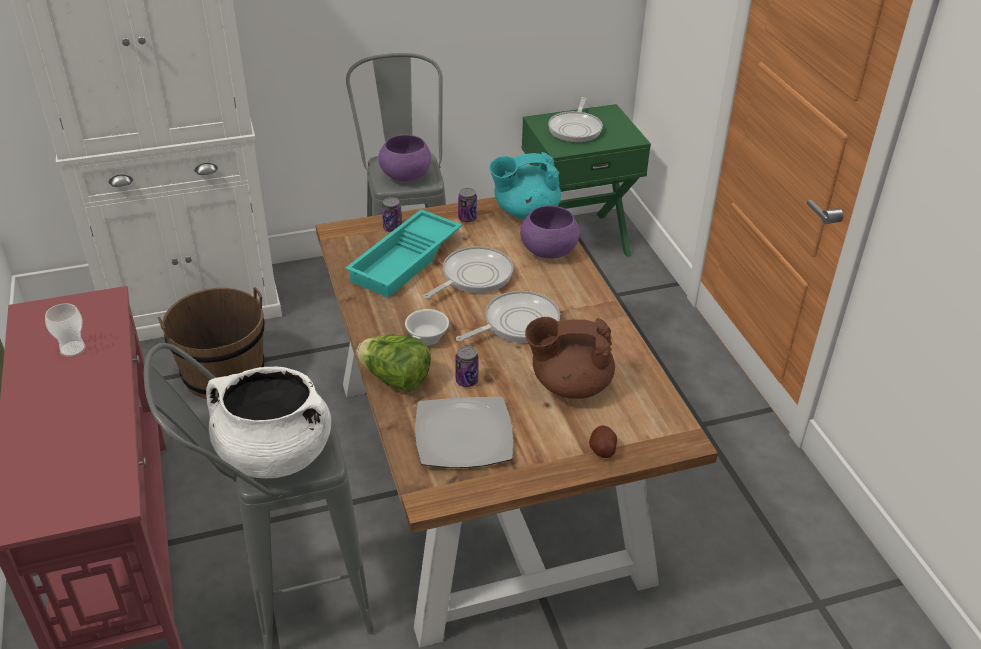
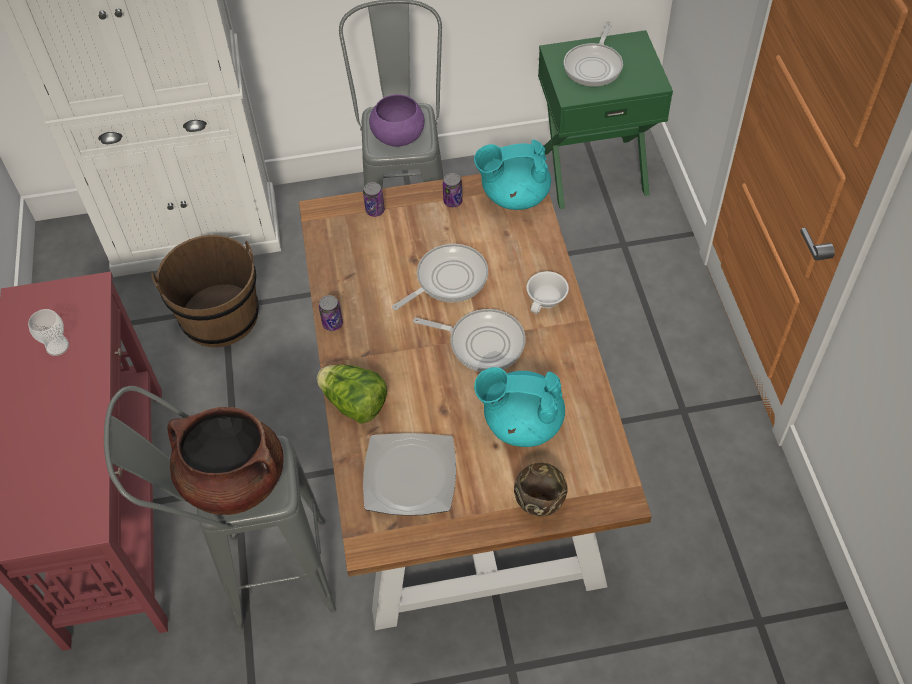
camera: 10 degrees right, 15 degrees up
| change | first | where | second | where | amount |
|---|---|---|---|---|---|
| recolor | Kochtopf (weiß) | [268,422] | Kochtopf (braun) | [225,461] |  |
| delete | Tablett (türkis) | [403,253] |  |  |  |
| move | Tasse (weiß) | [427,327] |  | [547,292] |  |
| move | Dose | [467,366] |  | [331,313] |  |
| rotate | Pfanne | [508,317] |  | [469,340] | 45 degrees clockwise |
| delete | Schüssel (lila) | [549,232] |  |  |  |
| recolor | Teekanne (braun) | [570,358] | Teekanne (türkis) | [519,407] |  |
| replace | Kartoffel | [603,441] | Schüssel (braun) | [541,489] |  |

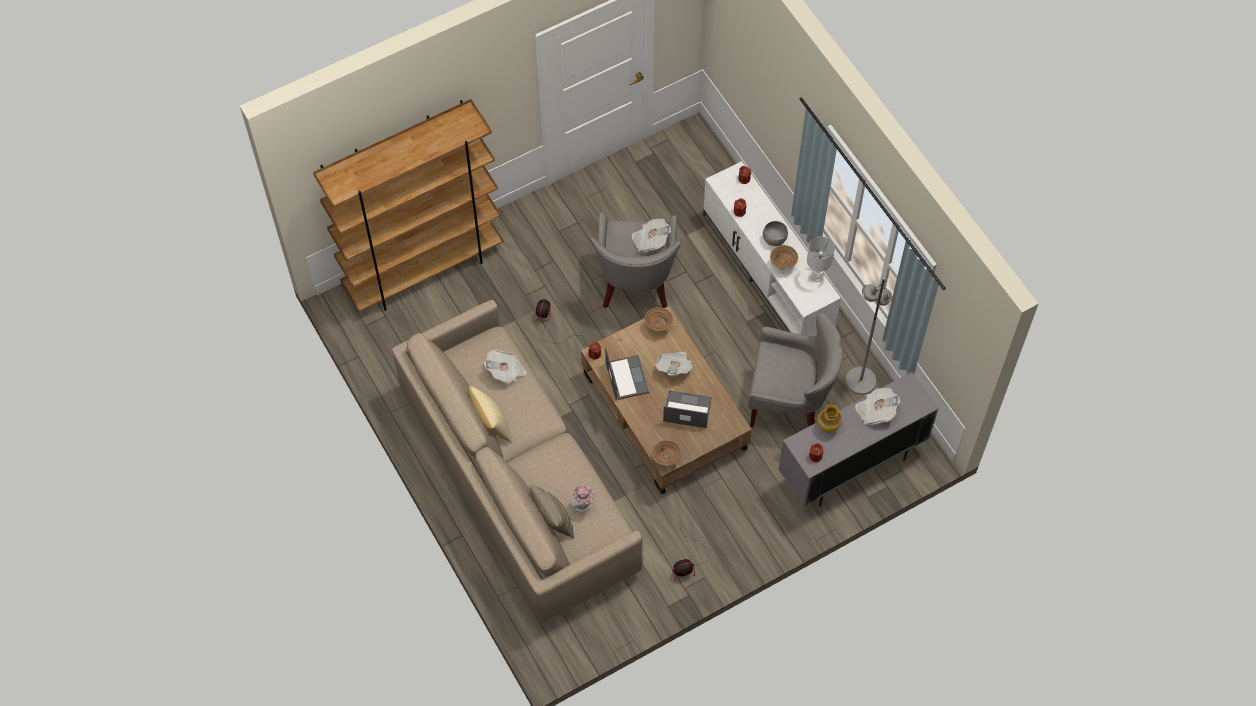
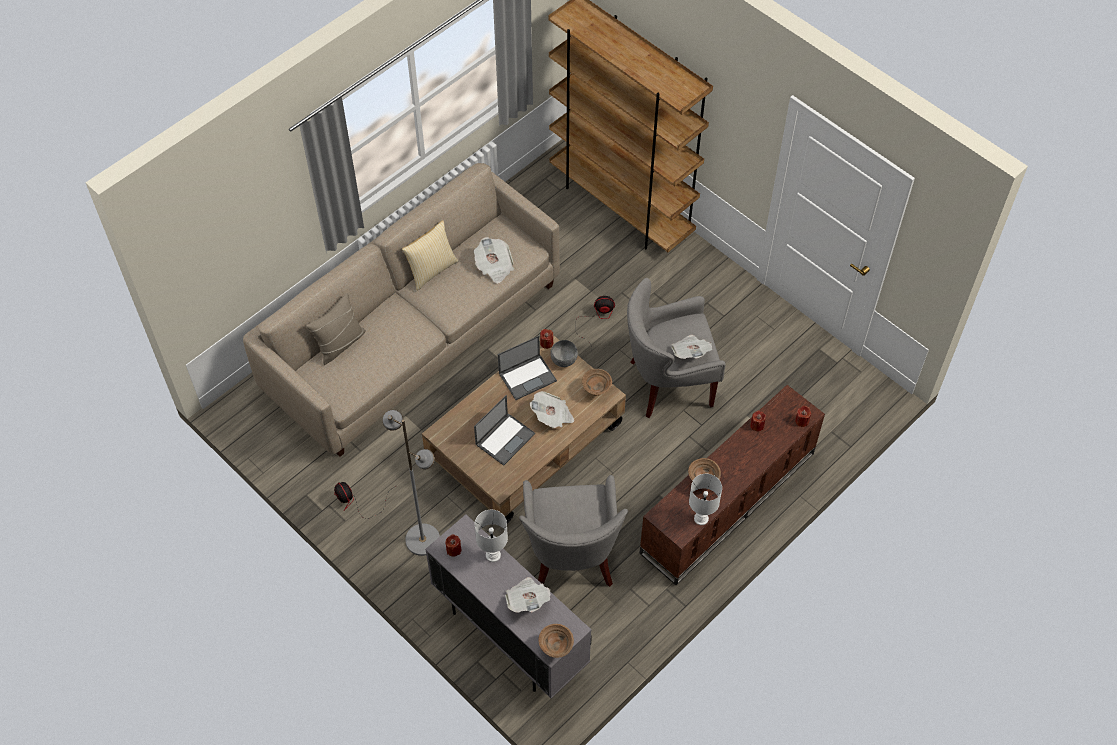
camera: 75 degrees right, 5 degrees down
| change | first | where | second | where | amount |
|---|---|---|---|---|---|
| delete | Hut | [582,499] |  |  |  |
| move | Schüssel (braun) | [666,453] |  | [556,641] |  |
| rotate | Laptop | [687,409] |  | [504,430] | 45 degrees clockwise |
| recolor | Fernsehschrank (weiß) | [772,248] | Fernsehschrank (braun) | [732,485] |  |
| move | Schüssel (grau) | [775,233] |  | [564,353] |  |
| replace | Vase | [830,418] | Tischlampe (weiß) | [491,536] |  |
| move | Stehlampe (grau) | [869,336] |  | [411,483] |  |

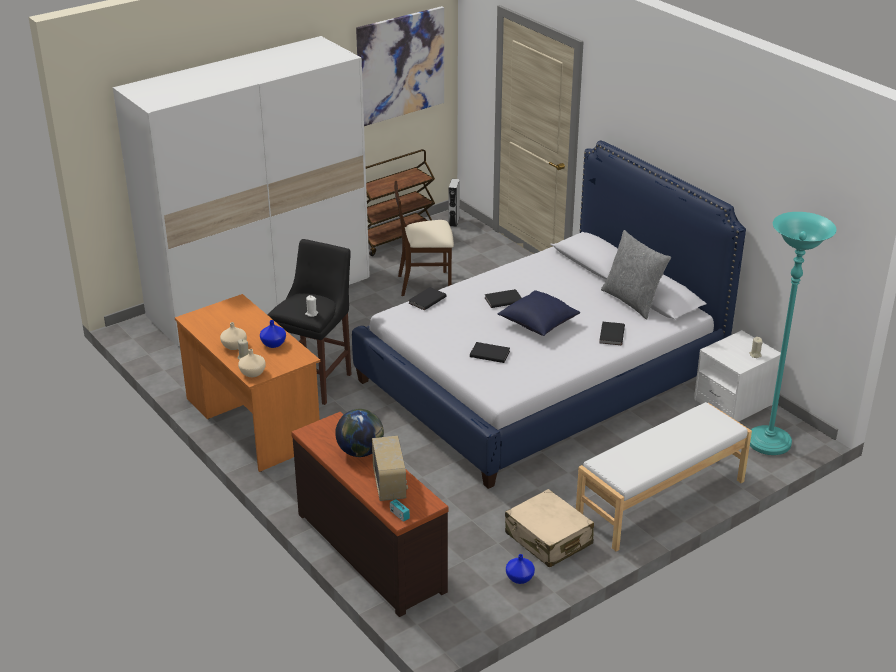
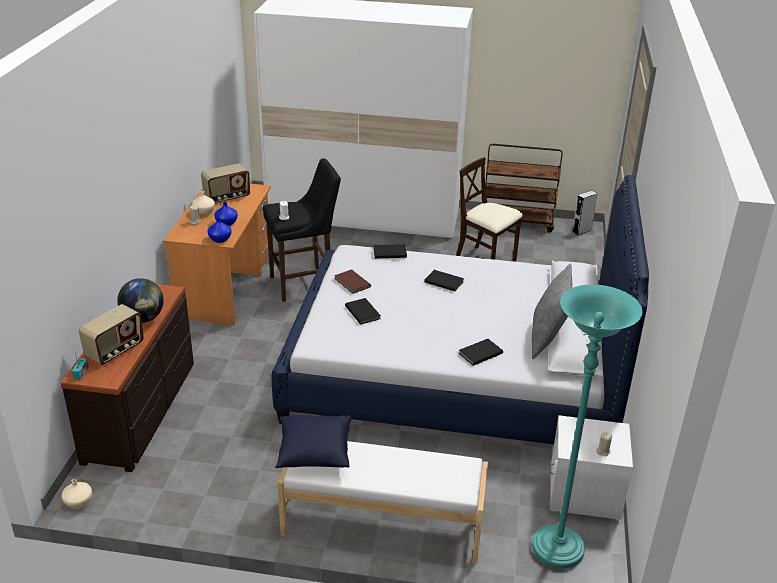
camera: 45 degrees right, 0 degrees up
| change | first | where | second | where | amount |
|---|---|---|---|---|---|
| move | Vase (beige) | [252,363] |  | [77,494] |  |
| delete | Bild | [400,66] |  |  |  |
| move | Kissen (blau) | [539,313] |  | [313,441] |  |
| delete | Koffer (beige) | [549,528] |  |  |  |
| move | Vase (blau) | [520,569] |  | [219,230] |  |
| insert |  |  | Radio | [225,184] |  |
| insert |  |  | Buch (braun) | [352,281] |  |

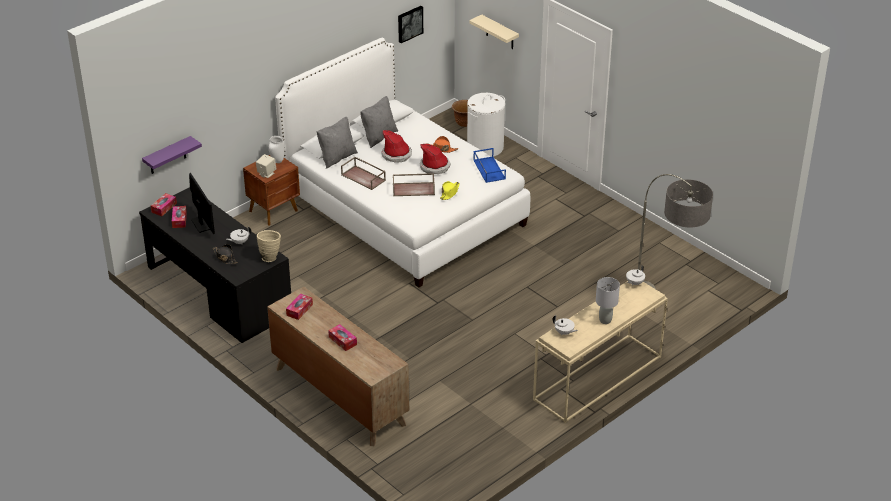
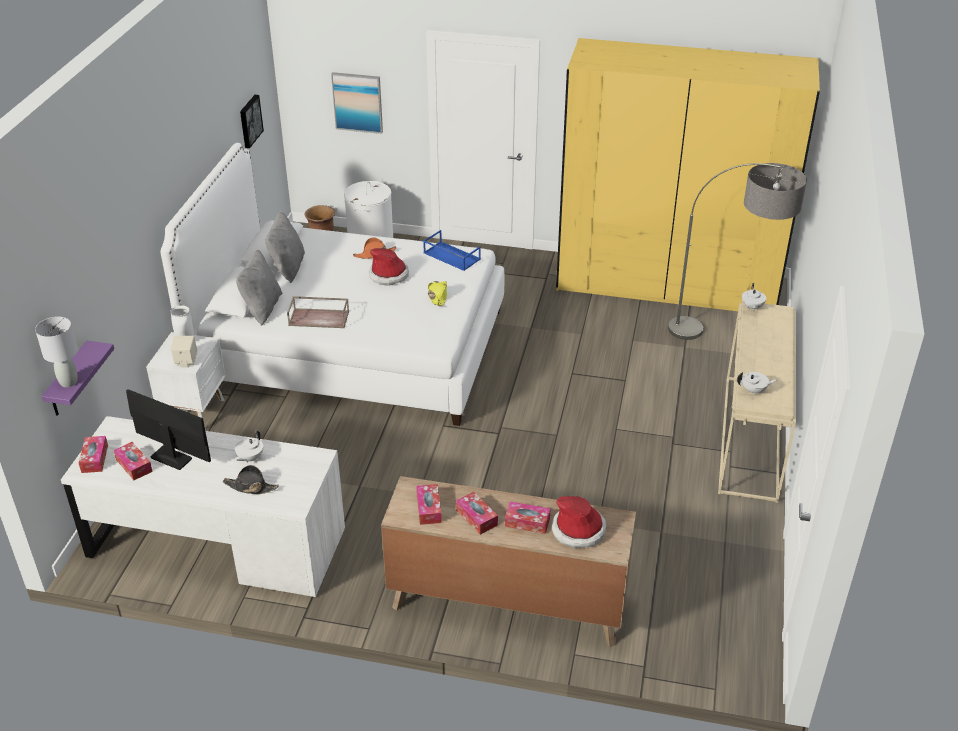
camera: 35 degrees left, 0 degrees up
| change | first | where | second | where | amount |
|---|---|---|---|---|---|
| recolor | Schreibtisch (schwarz) | [215,265] | Schreibtisch (weiß) | [203,506] |  |
| recolor | Nachttisch (braun) | [271,190] | Nachttisch (weiß) | [185,381] |  |
| delete | Vase (beige) | [269,246] |  |  |  |
| move | Hut | [397,146] |  | [579,522] |  |
| delete | Tablett (braun) | [414,184] |  |  |  |
| replace | Wandregal (beige) | [494,32] | Bild | [357,103] |  |
| move | Tischlampe (grau) | [608,300] |  | [56,352] |  |
| insert |  |  | Taschentuchbox | [477,513] |  |
| insert |  |  | Kleiderschrank (gelb) | [688,174] |  |

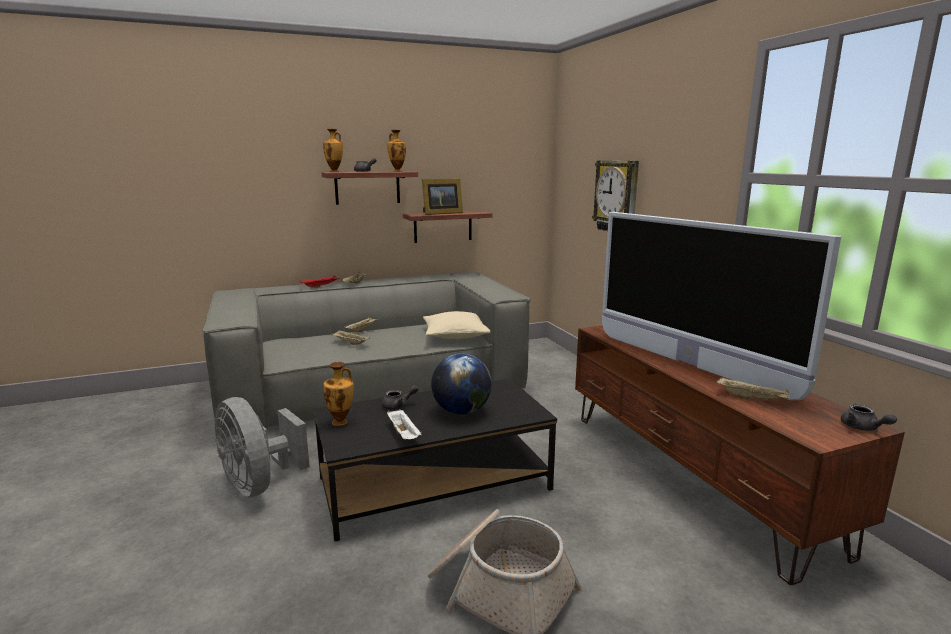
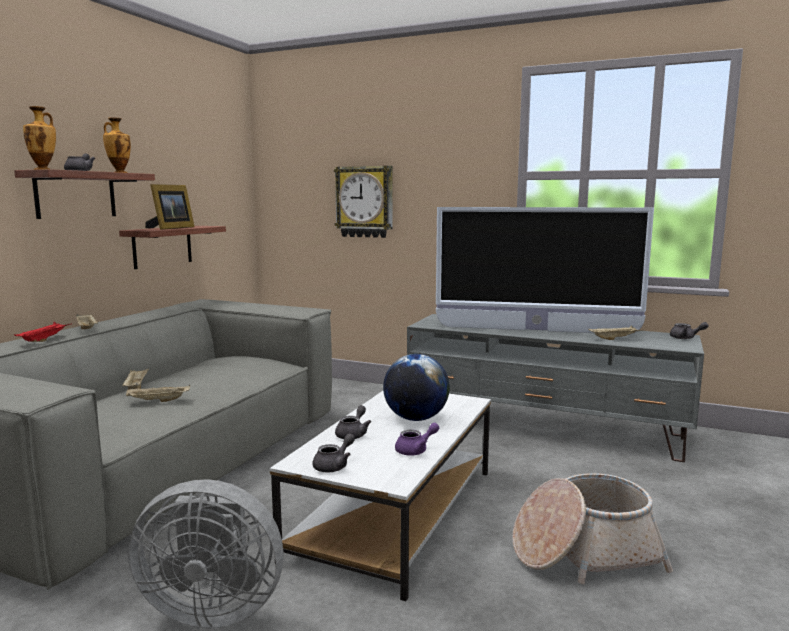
camera: 45 degrees left, 5 degrees down
| change | first | where | second | where | amount |
|---|---|---|---|---|---|
| recolor | Couchtisch (schwarz) | [435,459] | Couchtisch (weiß) | [380,496] |  |
| replace | Vase | [338,394] | Teekanne (grau) | [333,452] |  |
| replace | Tablett (weiß) | [404,424] | Teekanne (lila) | [417,439] |  |
| delete | Kissen (beige) | [456,325] |  |  |  |
| recolor | Fernsehschrank (braun) | [740,455] | Fernsehschrank (grau) | [555,388] |  |

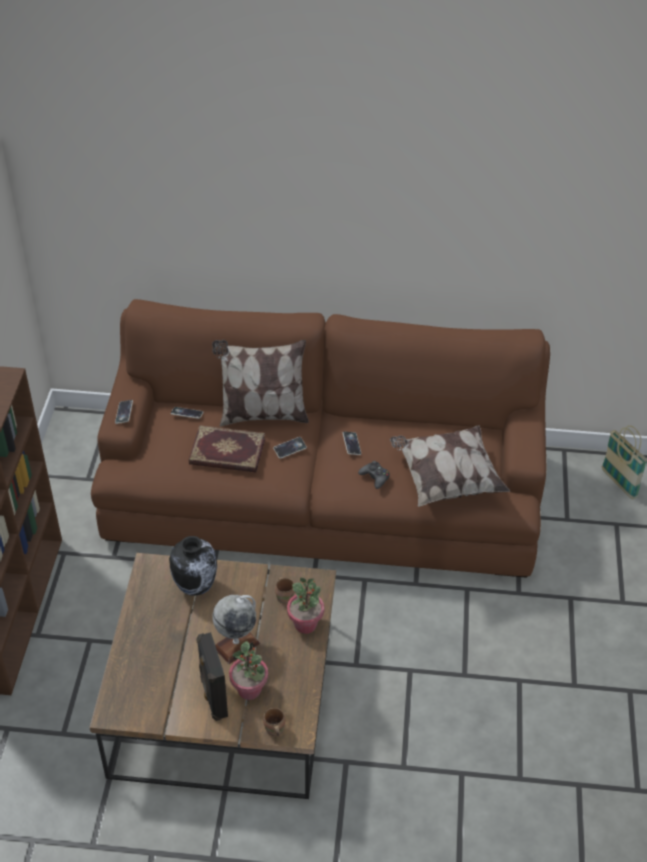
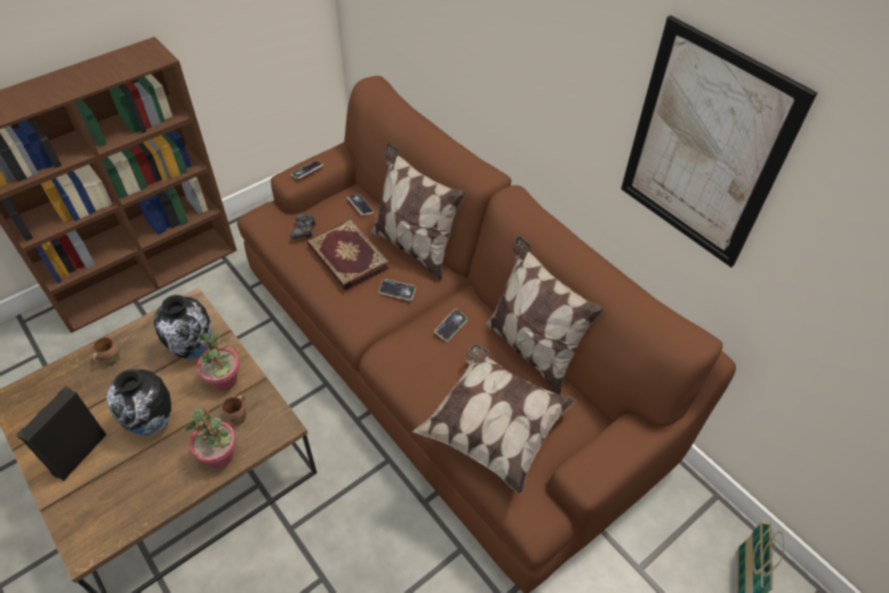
camera: 45 degrees right, 5 degrees up
| change | first | where | second | where | amount |
|---|---|---|---|---|---|
| replace | Globus | [236,629] | Vase | [139,402] |  |
| move | Topfpflanze | [248,670] |  | [215,362] |  |
| move | Henkelbecher (braun) | [274,722] |  | [106,351] |  |
| move | Gamepad (schwarz) | [373,475] |  | [303,226] |  |
| insert |  |  | Kissen | [544,315] |  |
| insert |  |  | Bild | [719,141] |  |

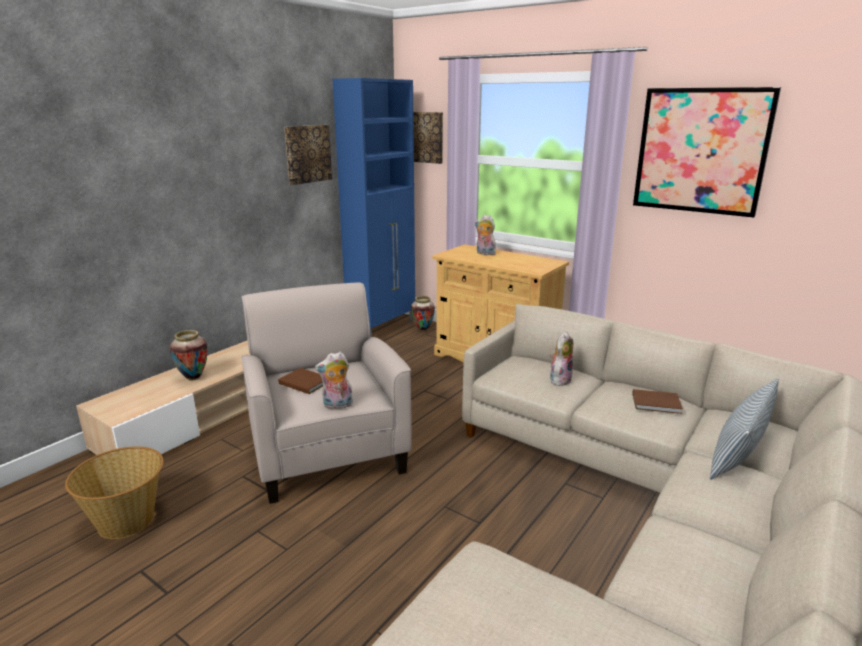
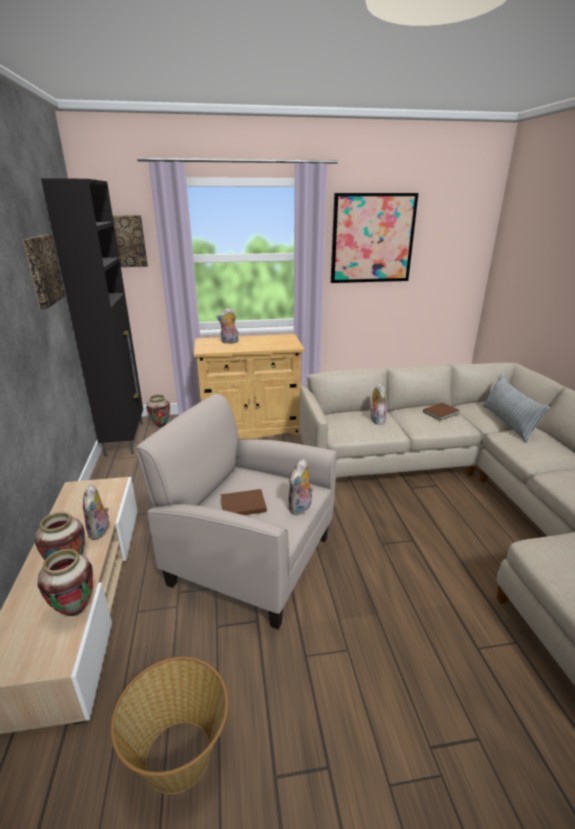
camera: 45 degrees left, 5 degrees up
| change | first | where | second | where | amount |
|---|---|---|---|---|---|
| recolor | Schrank (blau) | [374,207] | Schrank (schwarz) | [92,317] |  |
| insert |  |  | Vase | [65,582] |  |
| insert |  |  | Plüschtier | [97,512] |  |

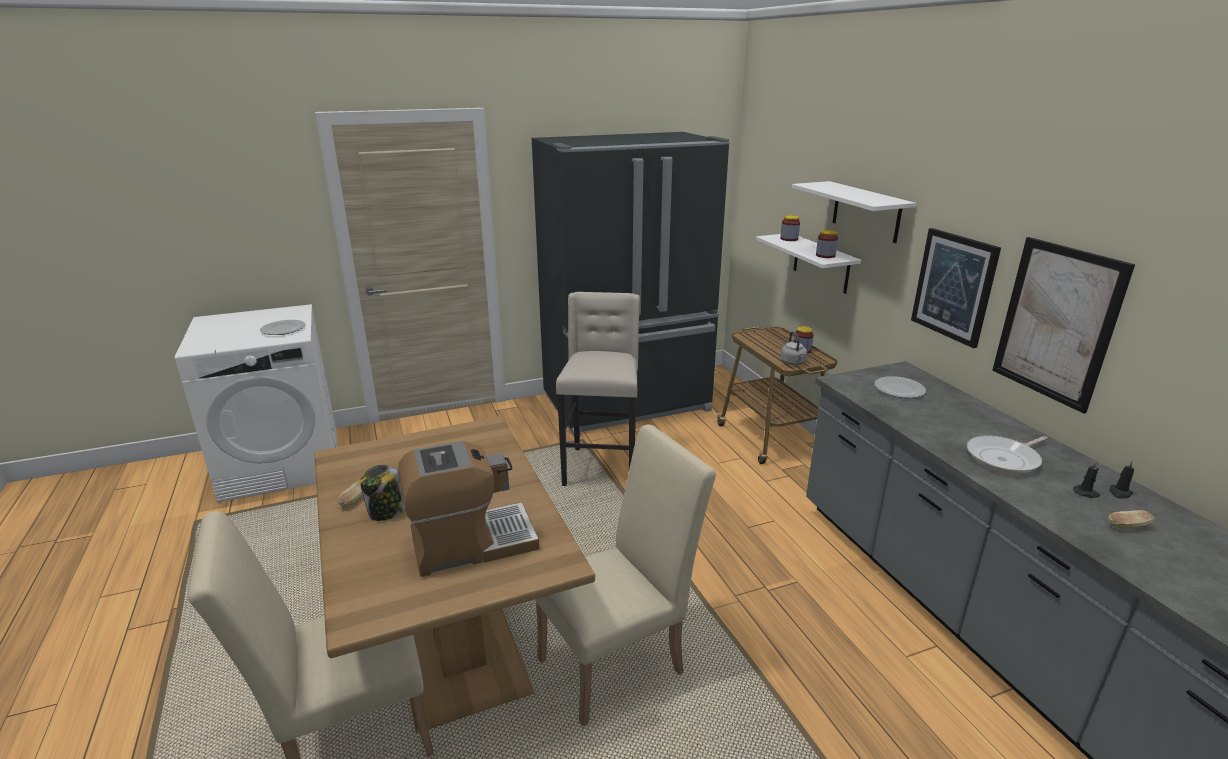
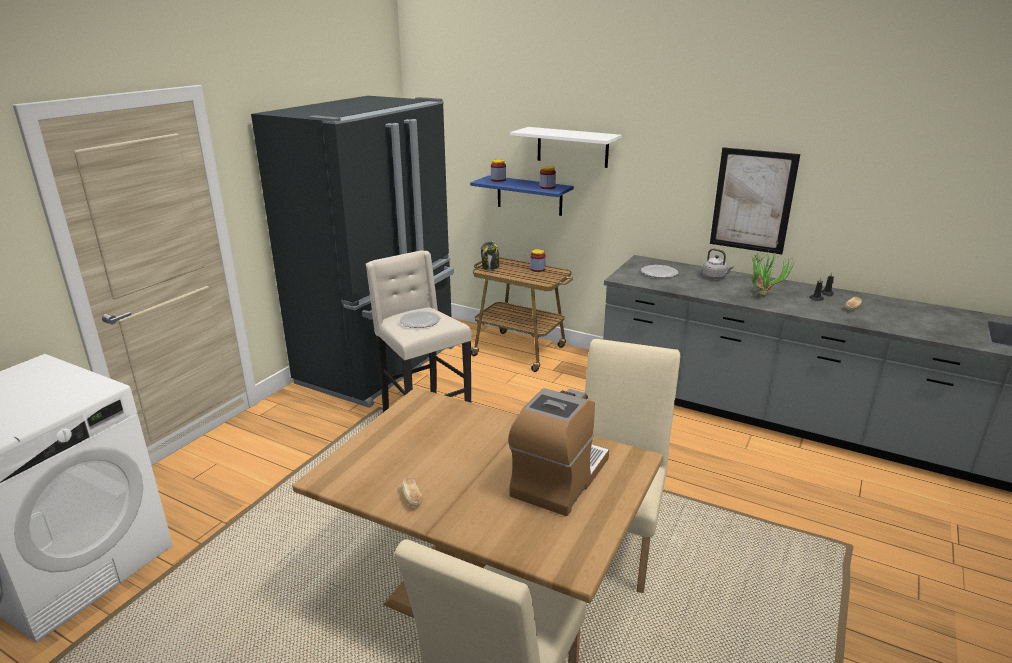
camera: 40 degrees left, 0 degrees up
| change | first | where | second | where | amount |
|---|---|---|---|---|---|
| move | Teller | [282,327] |  | [420,319] |  |
| move | Vorratsglas | [382,493] |  | [490,255] |  |
| recolor | Wandregal (weiß) | [808,264] | Wandregal (blau) | [522,195] |  |
| move | Wasserkessel (grau) | [793,348] |  | [718,264] |  |
| delete | Bild | [956,288] |  |  |  |
| replace | Pfanne | [1007,455] | Topfpflanze | [773,273] |  |

